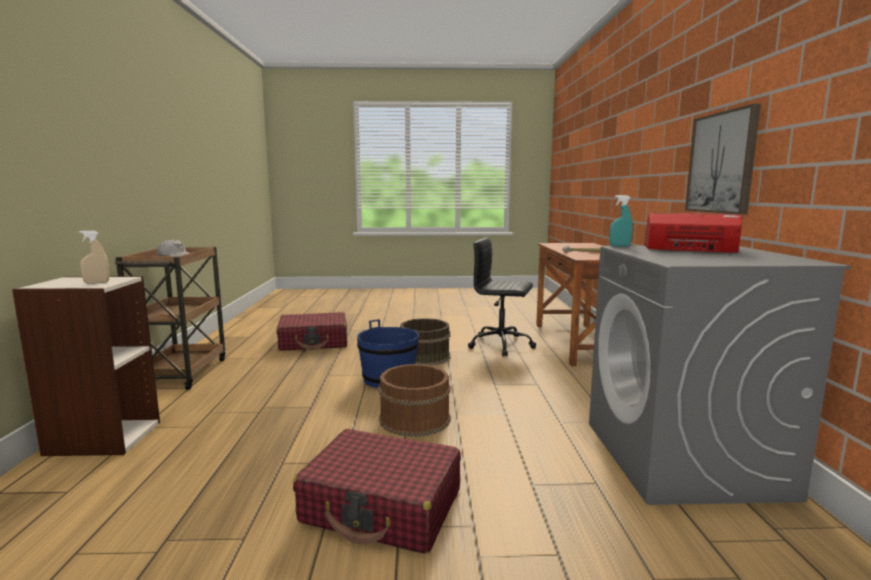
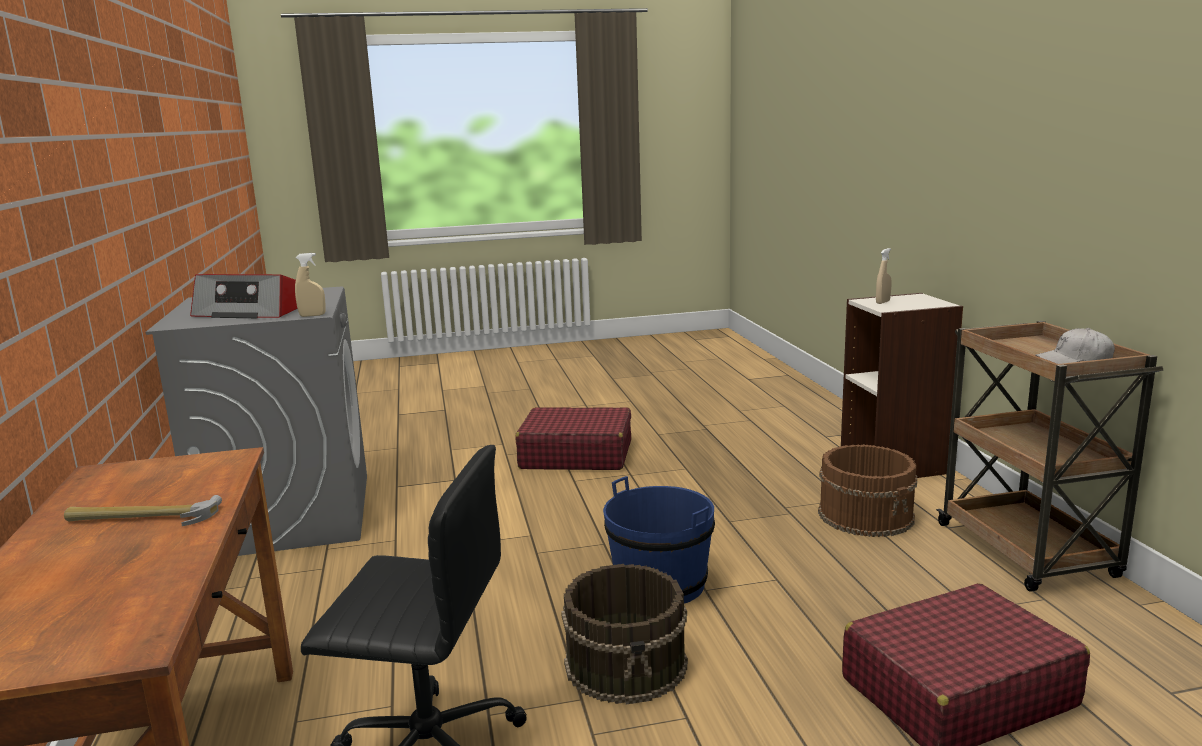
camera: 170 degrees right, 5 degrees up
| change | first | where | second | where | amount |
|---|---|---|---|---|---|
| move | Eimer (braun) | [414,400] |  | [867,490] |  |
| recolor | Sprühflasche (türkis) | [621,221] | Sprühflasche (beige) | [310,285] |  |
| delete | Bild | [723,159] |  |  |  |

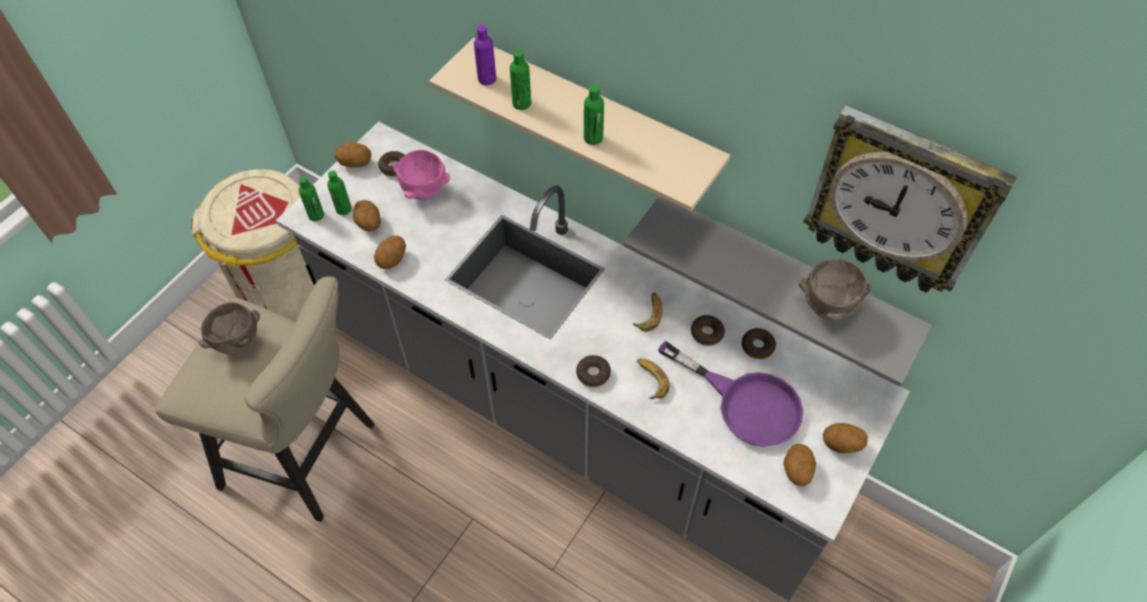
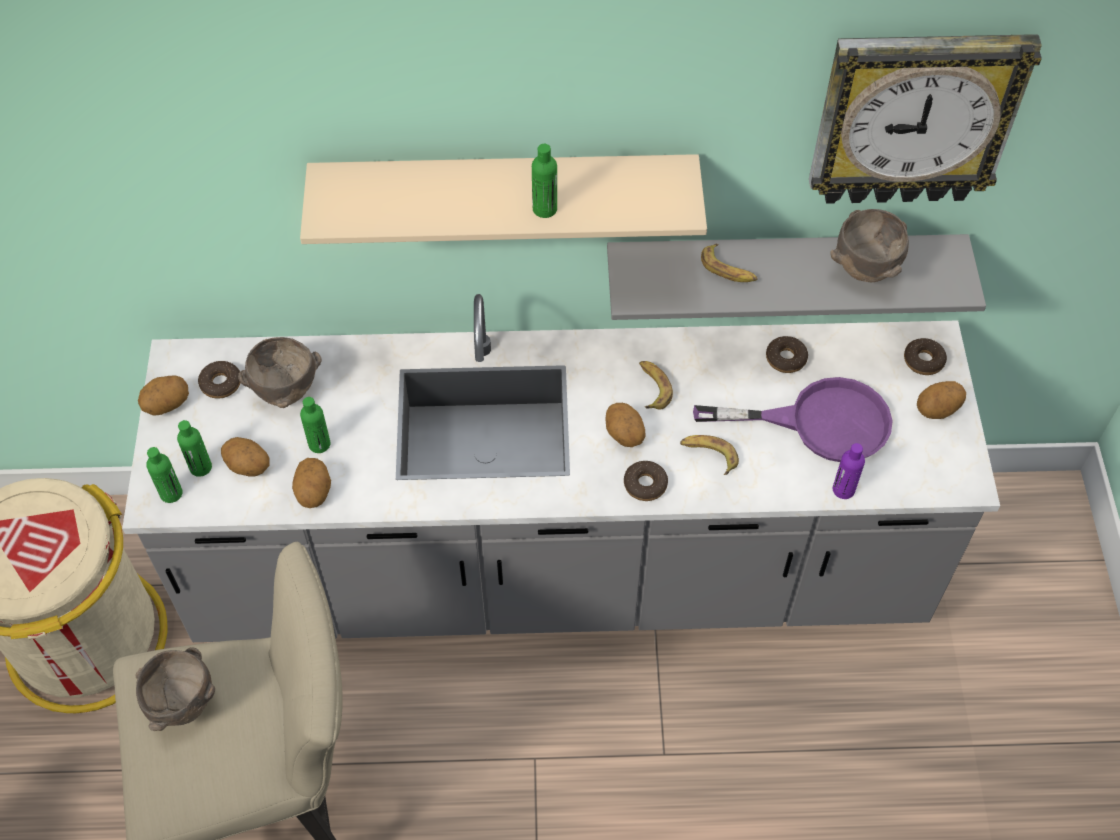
camera: 35 degrees left, 0 degrees up
| change | first | where | second | where | amount |
|---|---|---|---|---|---|
| recolor | Schüssel (rosa) | [421,175] | Schüssel (braun) | [280,372] |  |
| move | Flasche (lila) | [485,55] |  | [849,471] |  |
| move | Flasche (grün) | [520,80] |  | [315,425] |  |
| move | Donut | [708,330] |  | [925,356] |  |
| move | Kartoffel | [800,465] |  | [625,425] |  |
| insert |  |  | Banane | [729,263] |  |

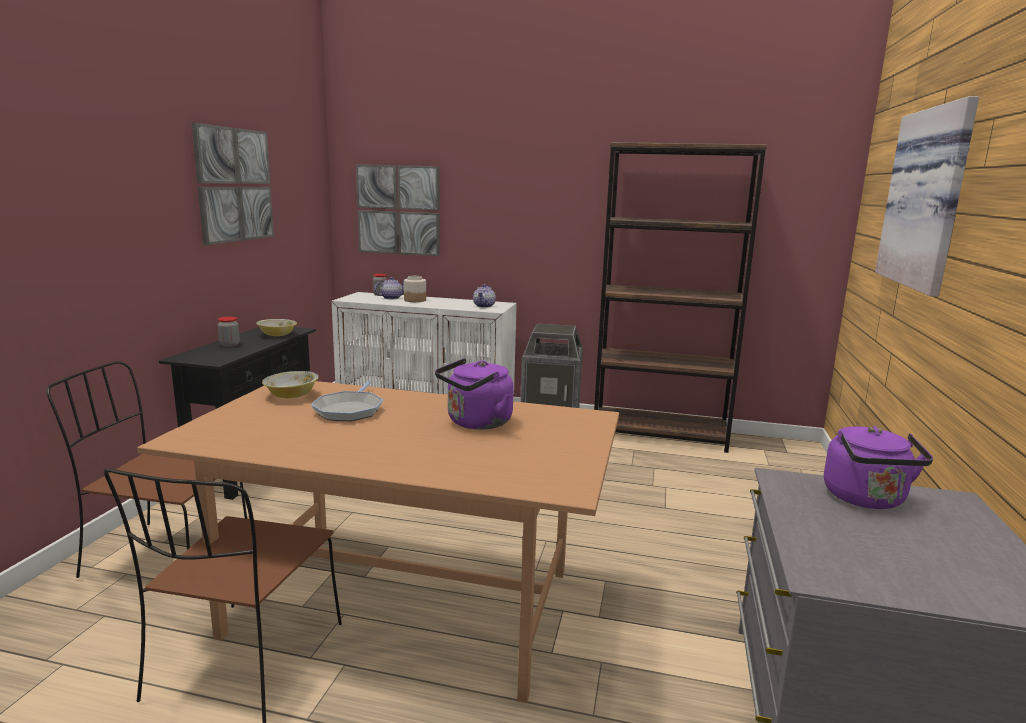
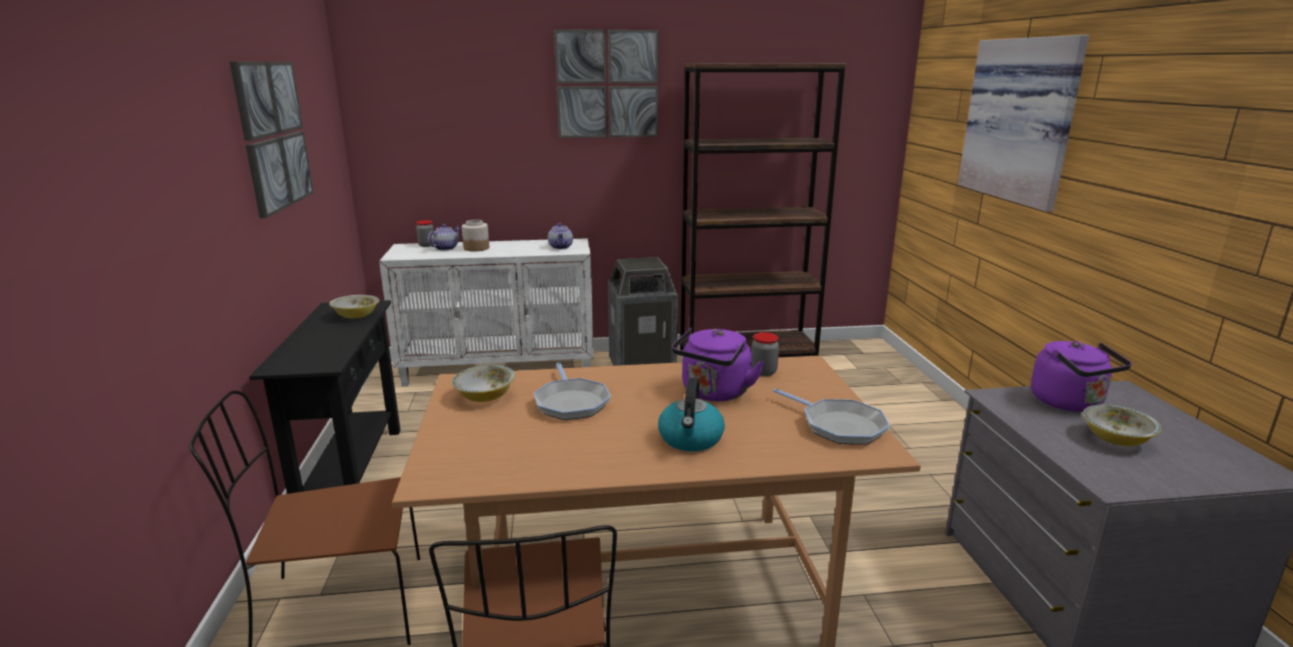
camera: 20 degrees left, 5 degrees up
| change | first | where | second | where | amount |
|---|---|---|---|---|---|
| move | Vorratsglas | [229,332] |  | [765,354] |  |
| move | Bild | [398,210] |  | [606,83] |  |
| insert |  |  | Wasserkessel | [691,414] |  |
| insert |  |  | Pfanne | [831,416] |  |
| insert |  |  | Schüssel | [1122,425] |  |

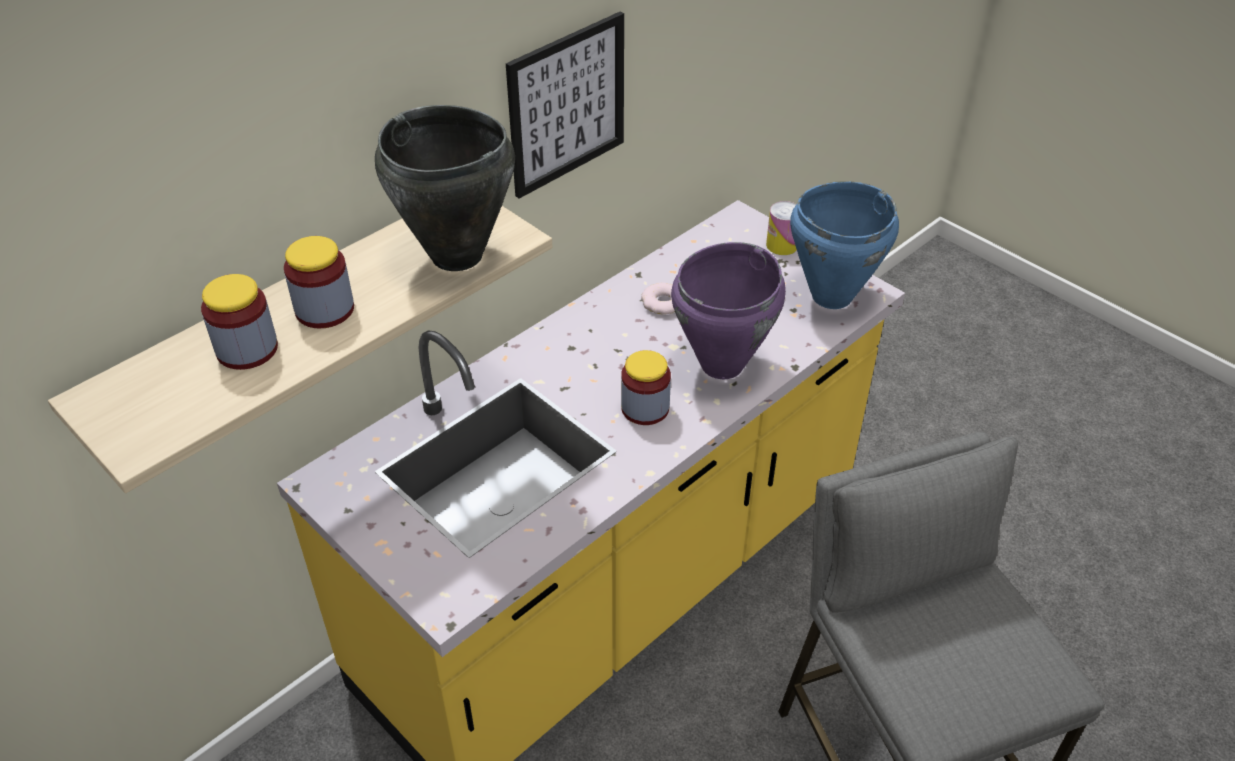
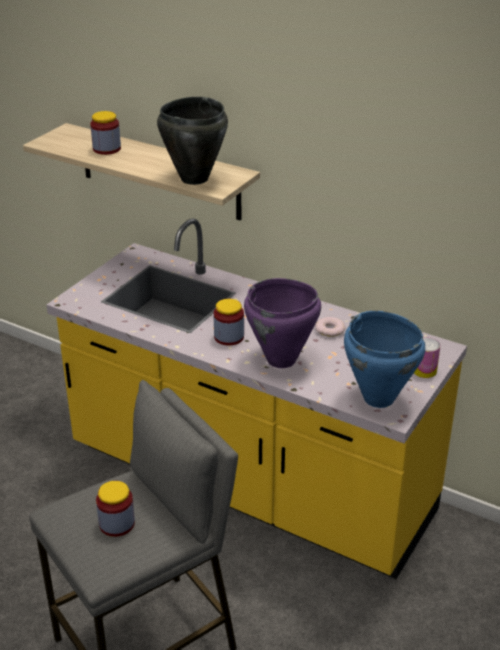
camera: 75 degrees right, 10 degrees down
| change | first | where | second | where | amount |
|---|---|---|---|---|---|
| move | Vorratsglas | [319,282] |  | [115,509] |  |
| delete | Bild | [565,105] |  |  |  |

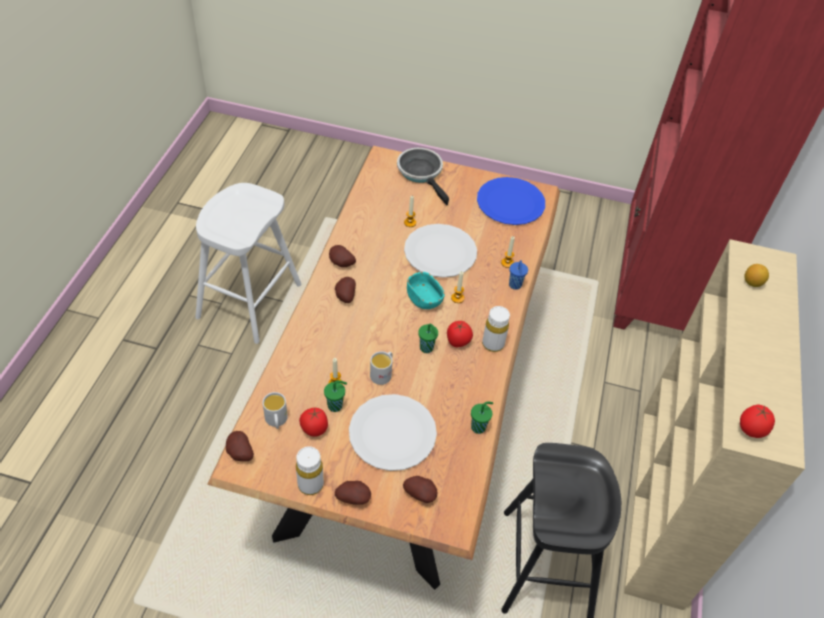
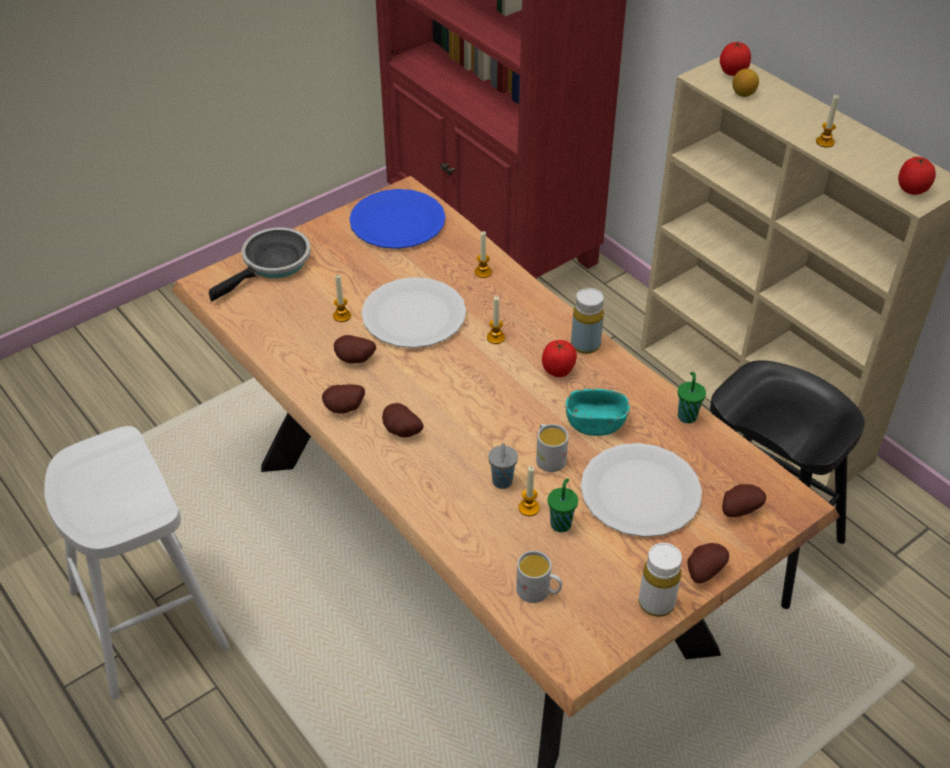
camera: 50 degrees left, 5 degrees down
| change | first | where | second | where | amount |
|---|---|---|---|---|---|
| move | Kartoffel | [240,446] |  | [355,349] |  |
| move | Tomate | [313,422] |  | [735,58] |  |
| rotate | Pfanne | [423,176] |  | [260,264] | 120 degrees clockwise |
| move | Schüssel (türkis) | [426,290] |  | [598,412] |  |
| delete | Tasse (grün) | [428,338] |  |  |  |
| recolor | Flasche (weiß) | [496,329] | Flasche (gelb) | [587,321] |  |
| delete | Tasse (blau) | [518,275] |  |  |  |
| insert |  |  | Tasse (grau) | [503,466] |  |
| insert |  |  | Kerze | [827,121] |  |

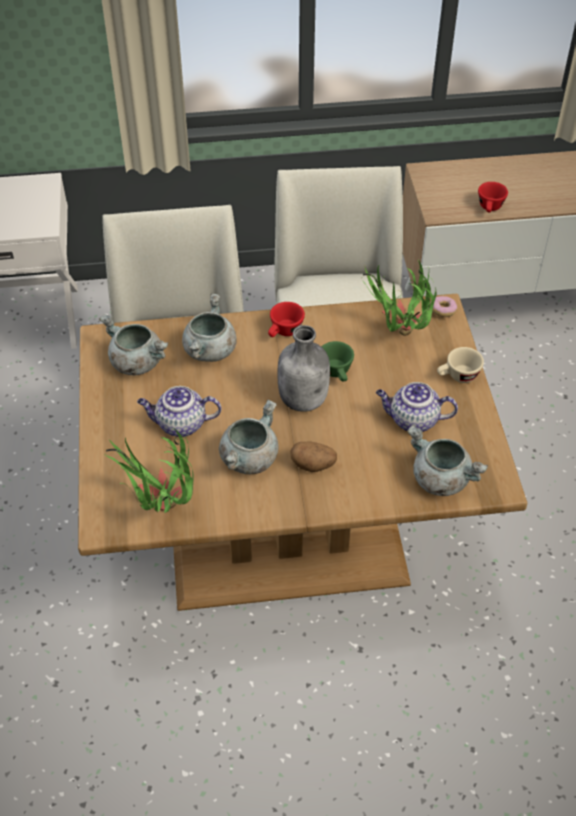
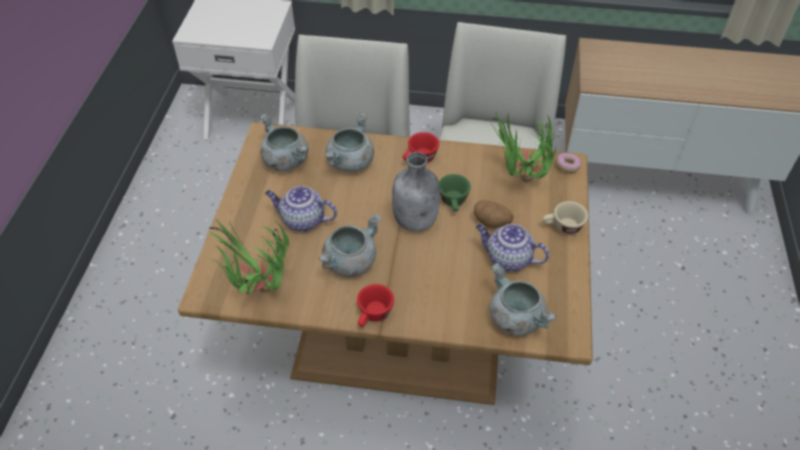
camera: 15 degrees right, 0 degrees up
| change | first | where | second | where | amount |
|---|---|---|---|---|---|
| move | Kartoffel | [313,456] |  | [494,214] |  |
| move | Tasse (rot) | [493,197] |  | [375,305] |  |

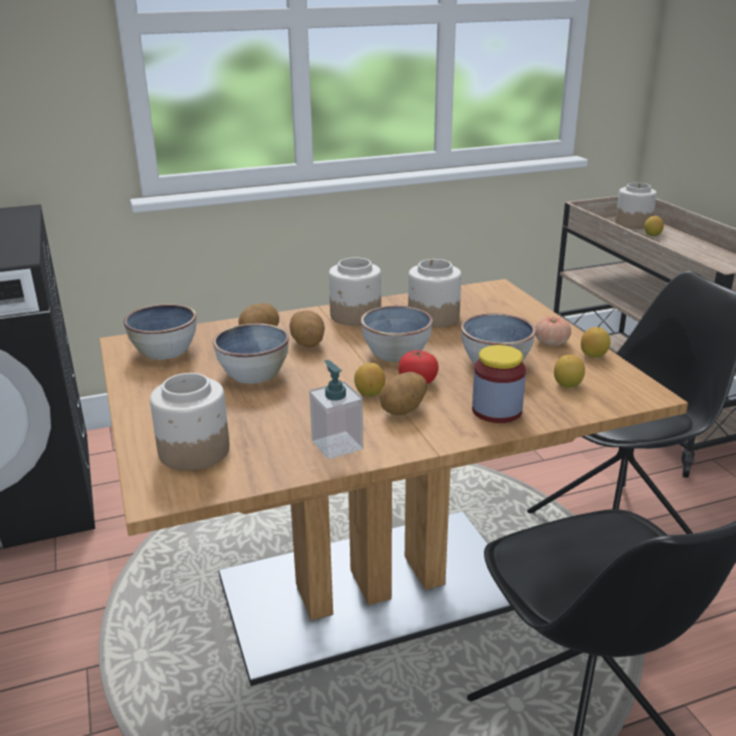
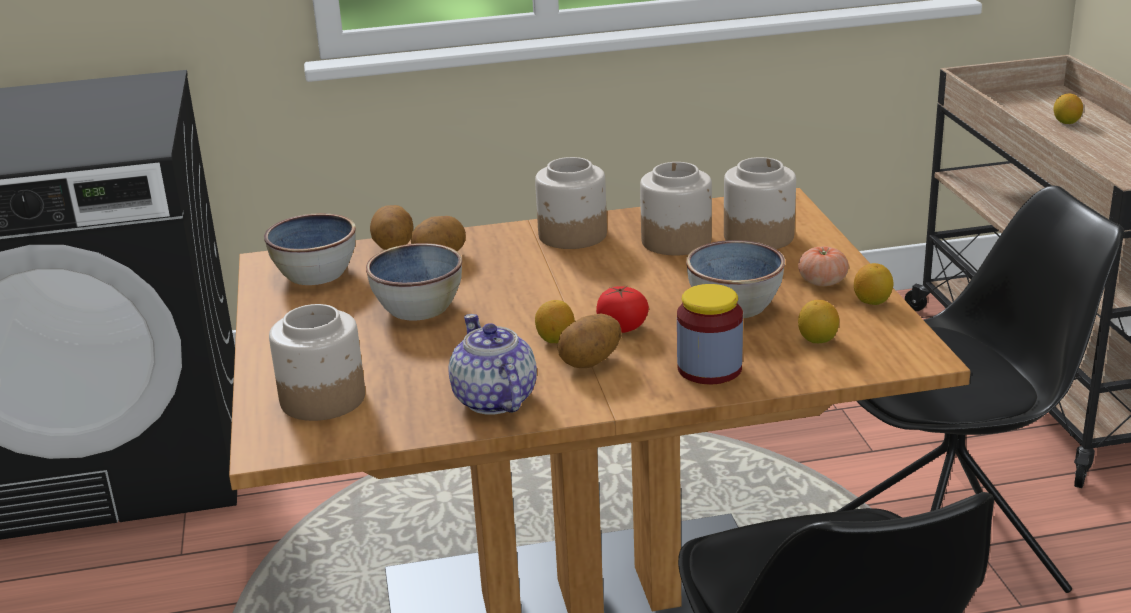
camera: 10 degrees right, 0 degrees up
| change | first | where | second | where | amount |
|---|---|---|---|---|---|
| move | Kartoffel | [307,329] |  | [392,227] |  |
| replace | Seifenspender | [336,409] | Teekanne | [493,364] |  |
| delete | Schüssel | [397,334] |  |  |  |
| move | Vorratsglas | [636,206] |  | [760,203] |  |

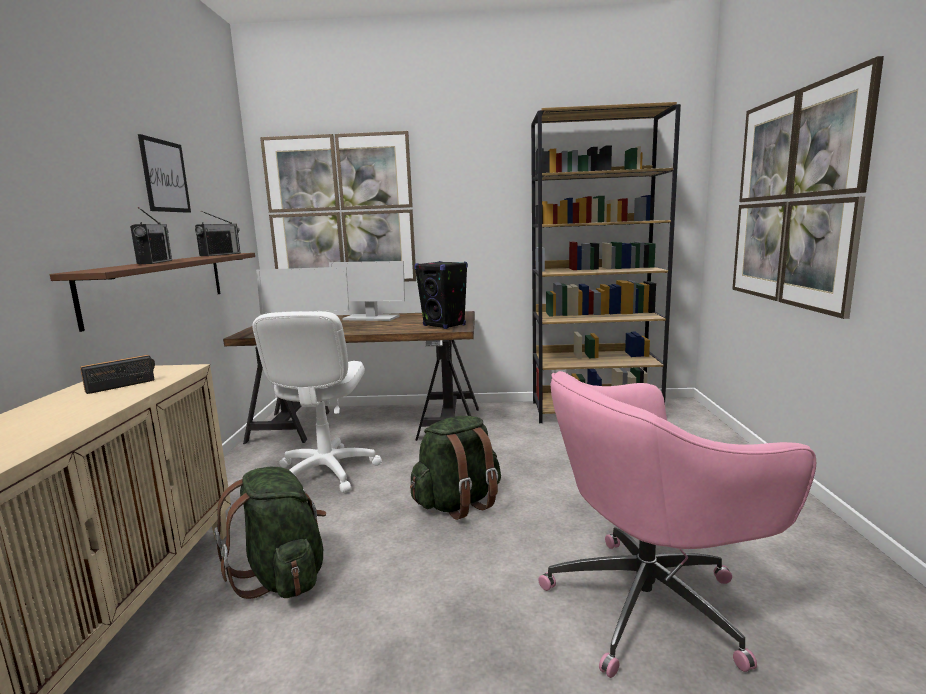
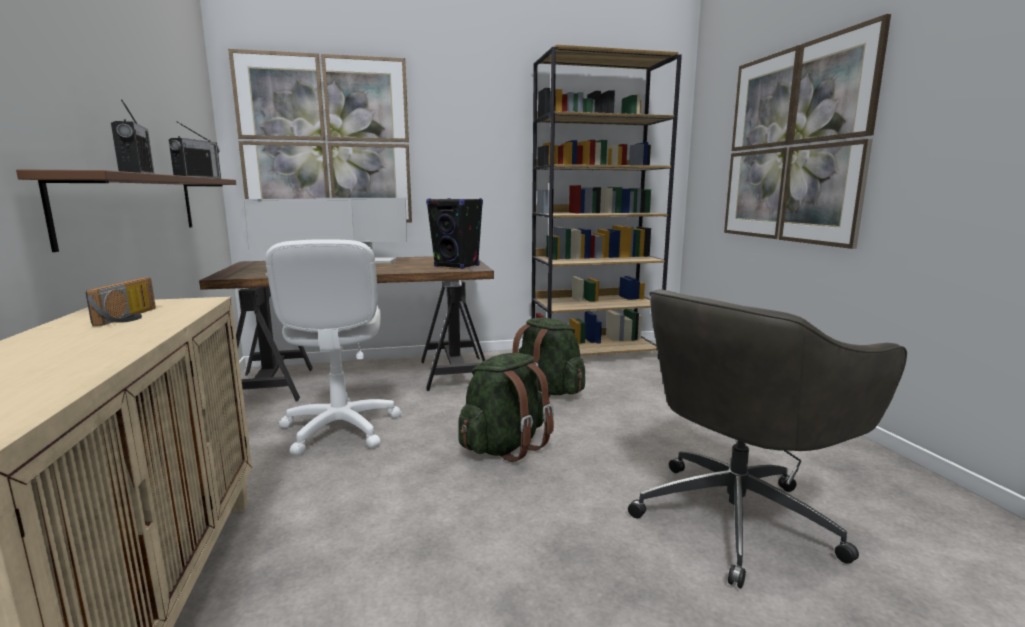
camera: 15 degrees left, 0 degrees up
| change | first | where | second | where | amount |
|---|---|---|---|---|---|
| rotate | Radio | [117,374] |  | [120,302] | 150 degrees clockwise |
| delete | Bild | [164,173] |  |  |  |
| move | Rucksack (grün) | [270,533] |  | [548,357] |  |
| recolor | Bürostuhl (rosa) | [677,524] | Bürostuhl (grau) | [767,439] |  |

